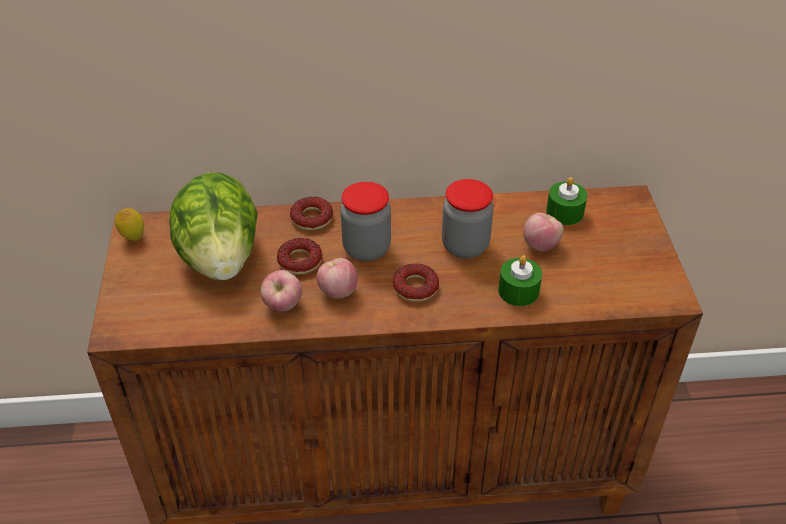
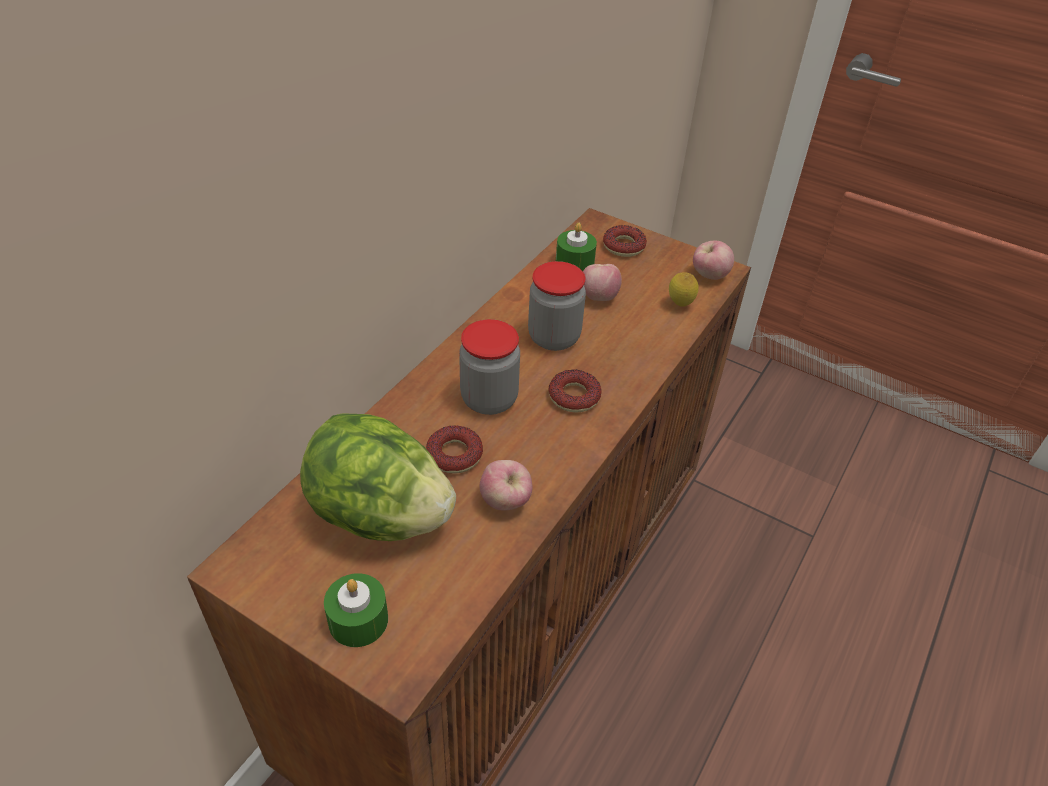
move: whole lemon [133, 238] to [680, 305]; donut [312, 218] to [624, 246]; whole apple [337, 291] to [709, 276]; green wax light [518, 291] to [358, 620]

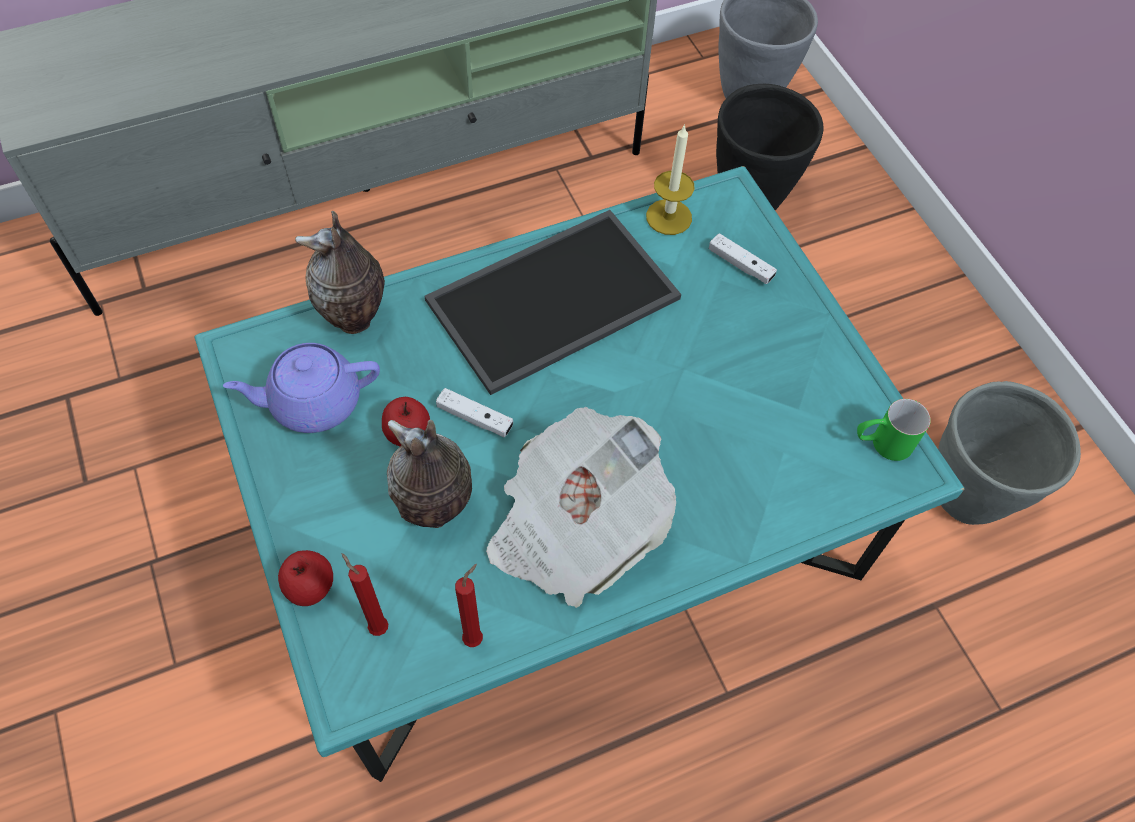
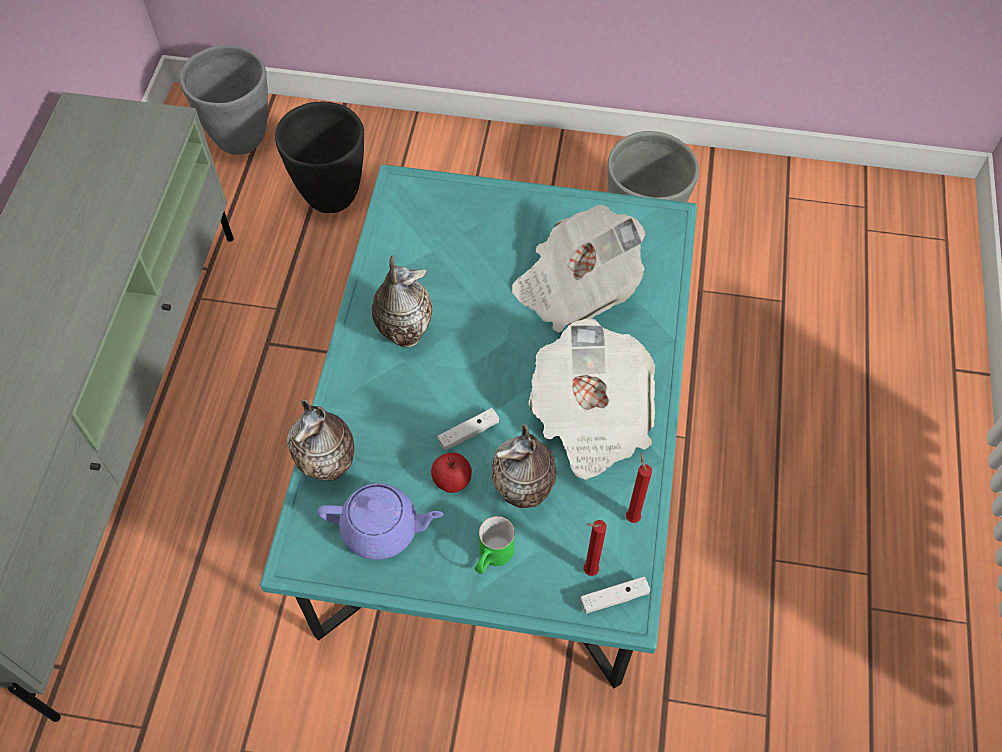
delete: whole apple [310, 587]; wax light [669, 217]
insert: newspaper [575, 288]
move: white gamepad [740, 265] to [614, 598]; green tea mug [881, 443] to [492, 557]
replace: tray [553, 296] to vase [404, 333]
rotate: purplish teapot [313, 402] = [382, 529] 105 degrees counterclockwise

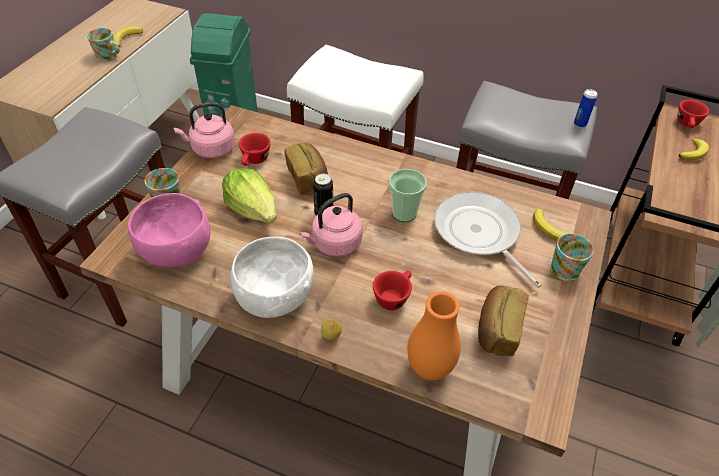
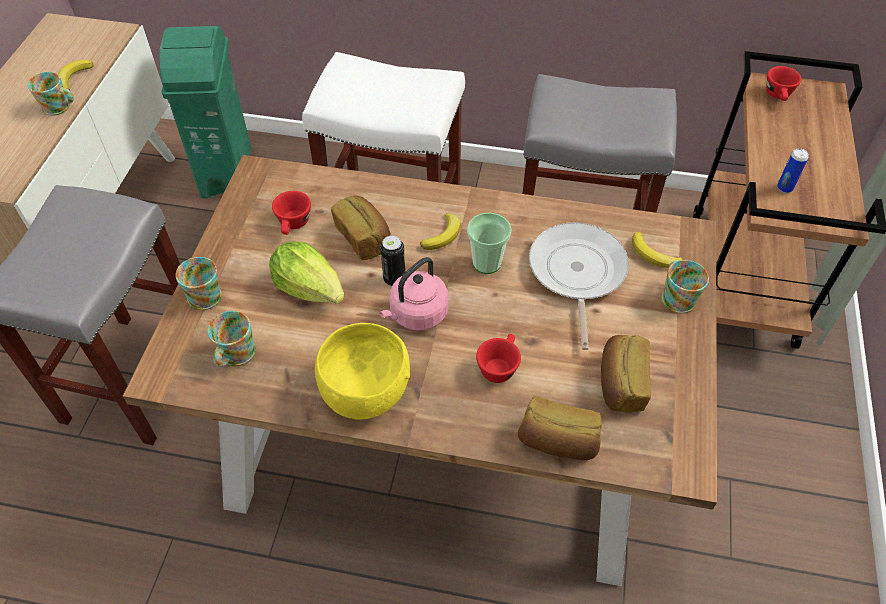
delete: pink tea kettle [211, 149]; whole lemon [331, 337]
move: sealed can [579, 124] to [784, 188]; whole banana [693, 153] to [443, 235]
replace: pink bowl [176, 251] to tea mug [234, 356]; orange-coloured vase [429, 369] to bakery bread [557, 442]
recolor: white bowl [274, 297] to yellow-coloured bowl [365, 391]
rotate: pan [479, 234] = [576, 273] 45 degrees clockwise

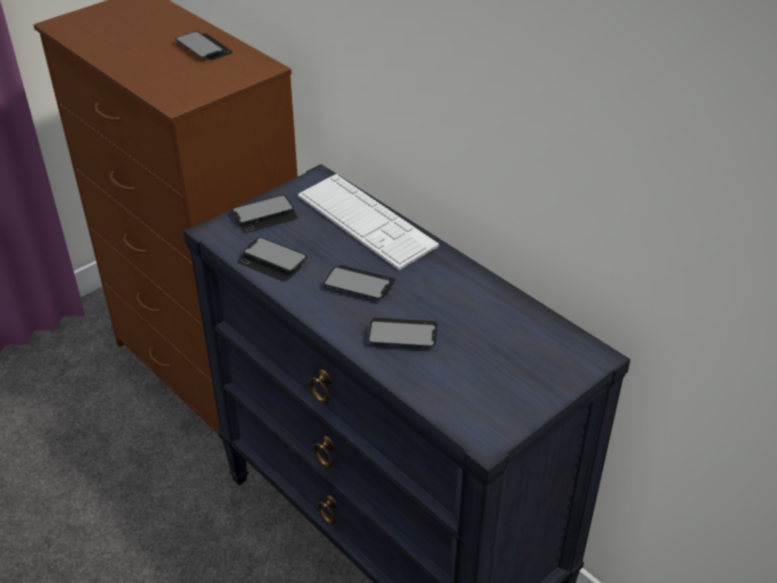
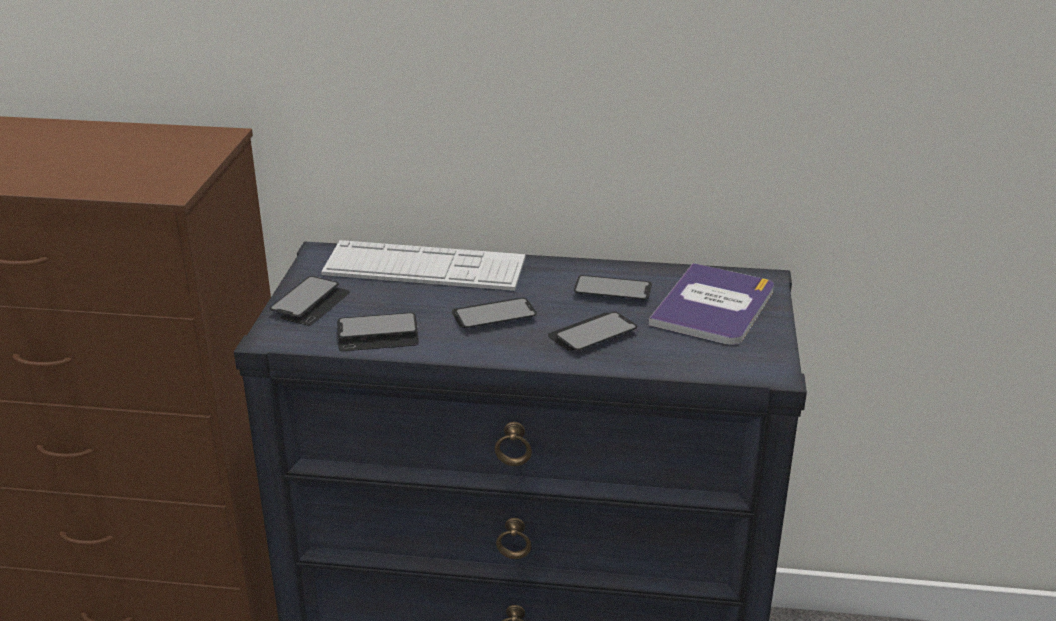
insert: book [713, 306]
move: handset [203, 47] to [613, 290]

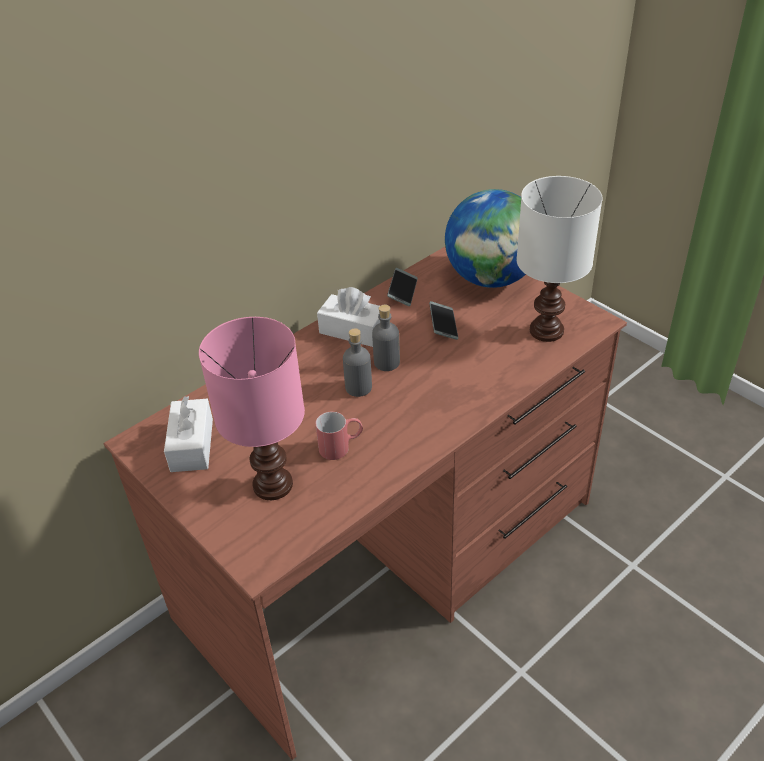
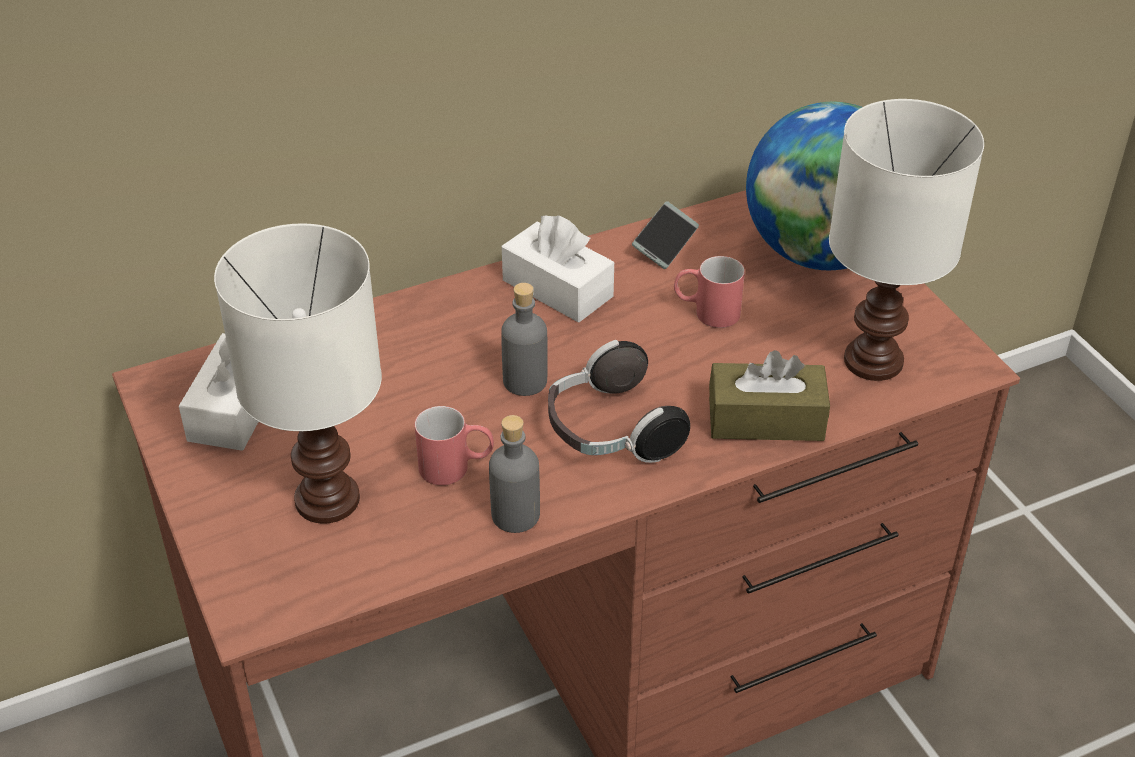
insert: headset [610, 431]; brown tissue holder [766, 419]
move: grey drink bottle [387, 362] to [515, 515]
replace: handset [443, 325] to red-coloured tea mug [706, 312]
recolor: pink lamp for a table [274, 485] to white lamp for a table [329, 501]

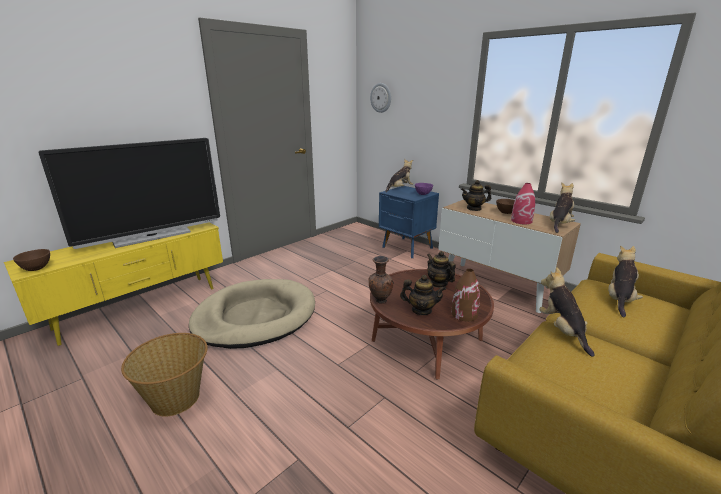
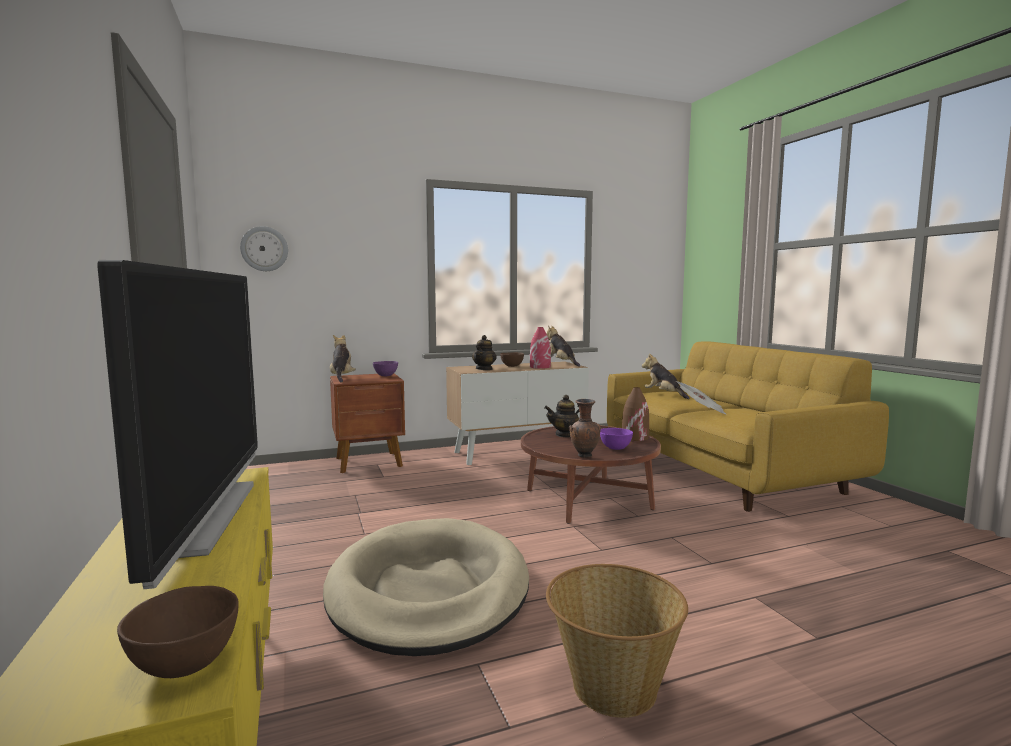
replace: teapot [421, 310] to purplish bowl [615, 448]; cuddly toy [562, 331] to newspaper [701, 411]
recolor: blue night table [407, 248] to brown night table [370, 462]

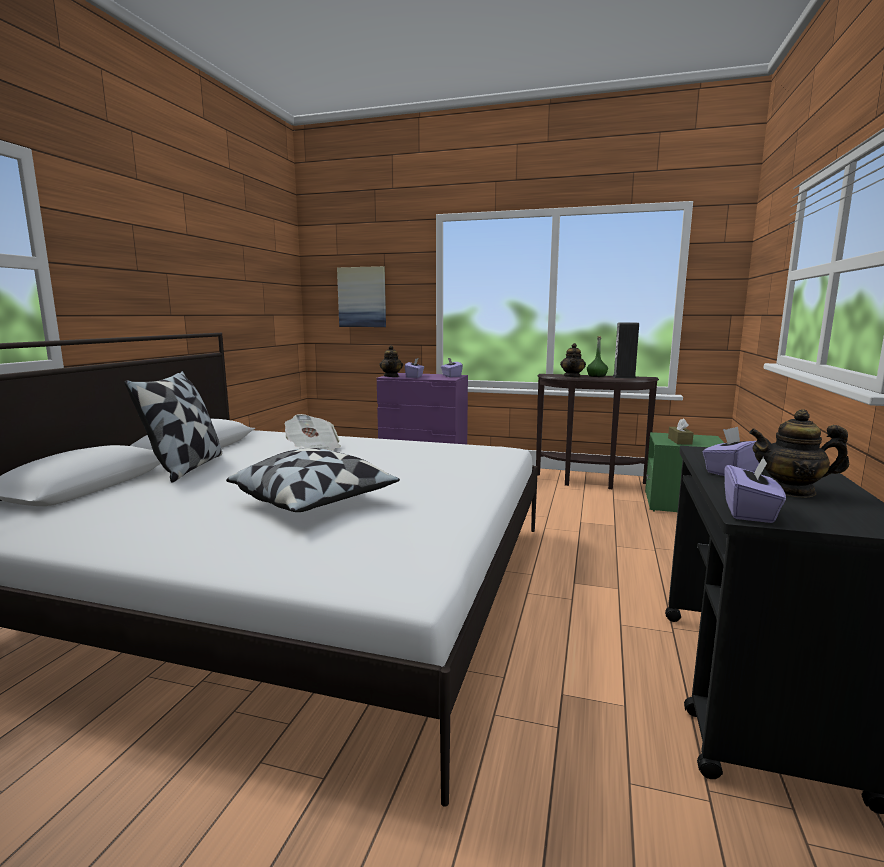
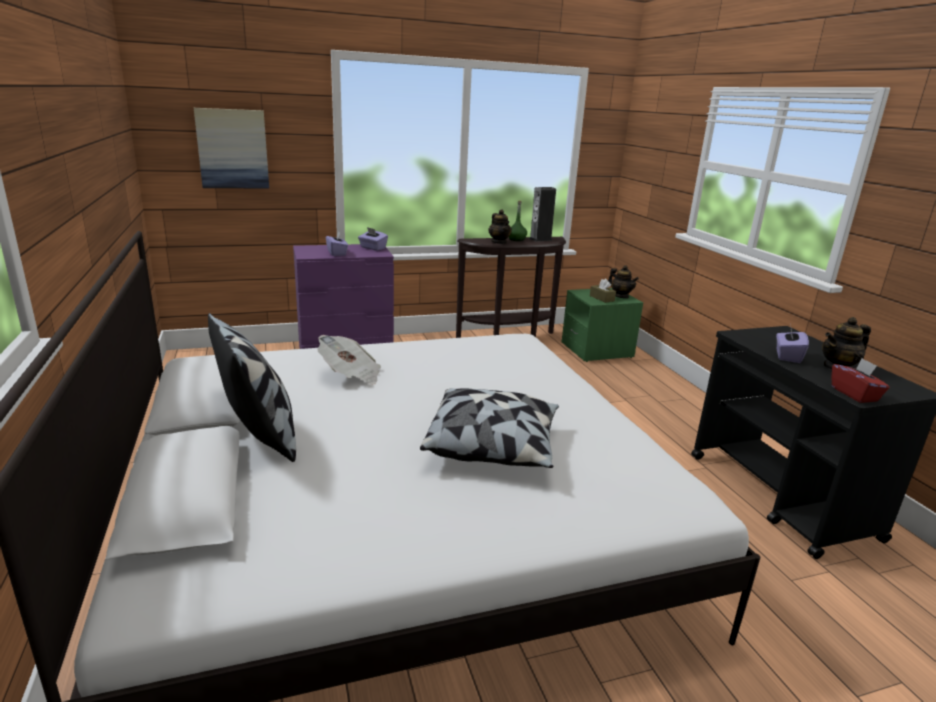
move: teapot [391, 376] to [620, 296]
recolor: purplish tissue holder [750, 512] to red-coloured tissue holder [854, 394]

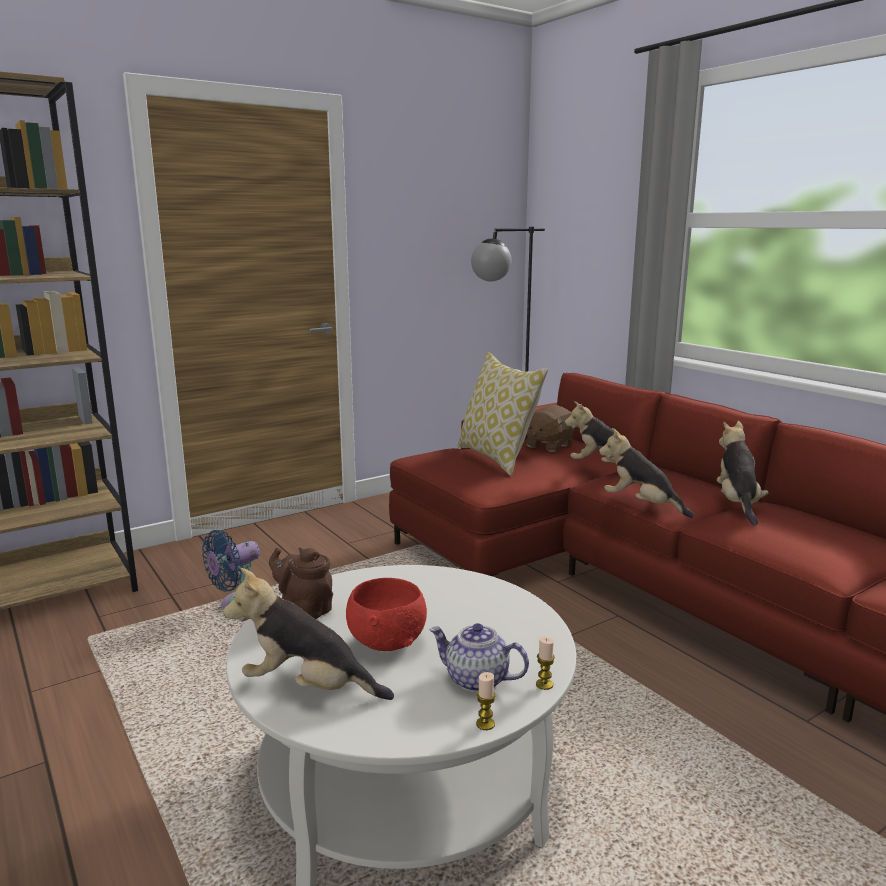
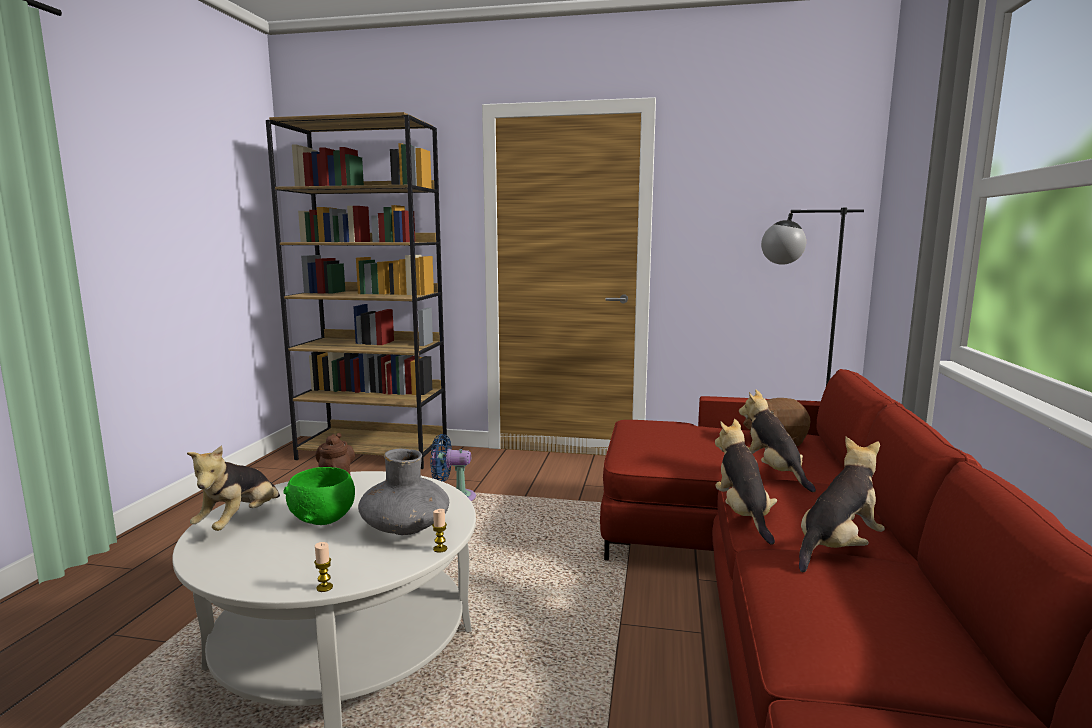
delete: teapot [476, 680]; throw pillow [497, 458]
insert: grey vase [405, 527]
move: wax light [485, 724] to [440, 549]
recolor: red-coloured bowl [388, 642] to green bowl [324, 519]
rotate: cuddly toy [308, 688] = [239, 522] 135 degrees counterclockwise

